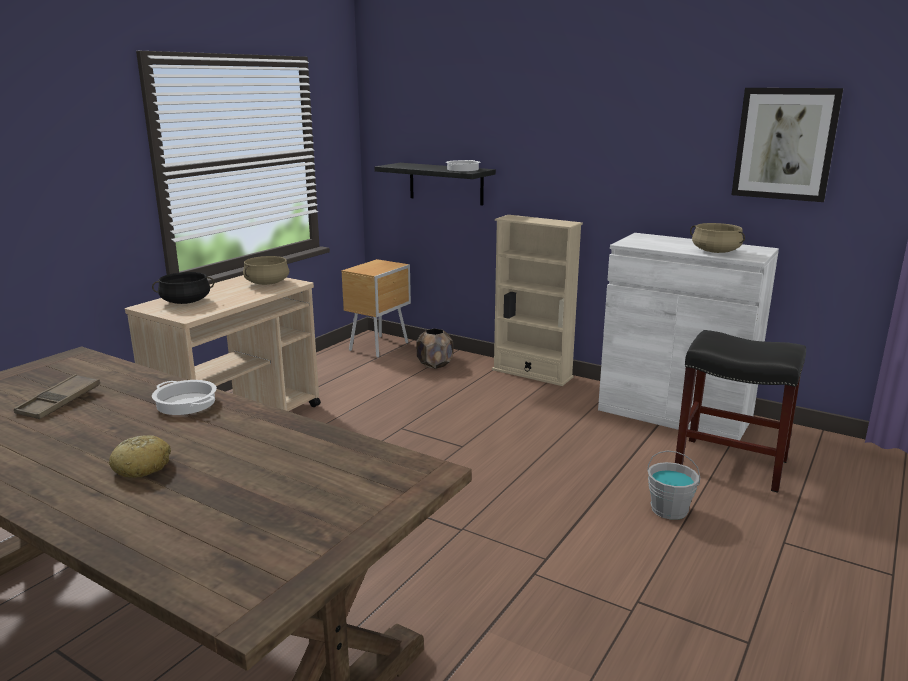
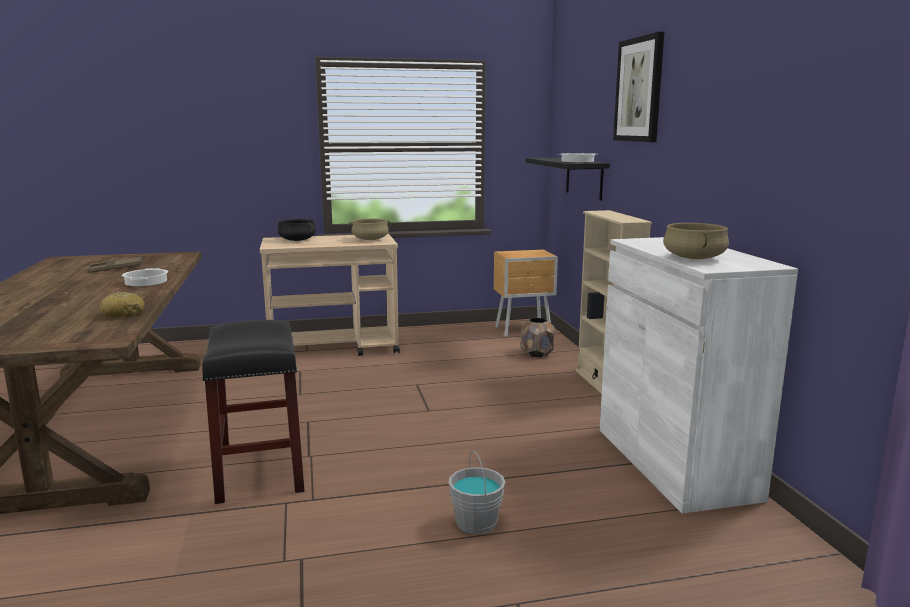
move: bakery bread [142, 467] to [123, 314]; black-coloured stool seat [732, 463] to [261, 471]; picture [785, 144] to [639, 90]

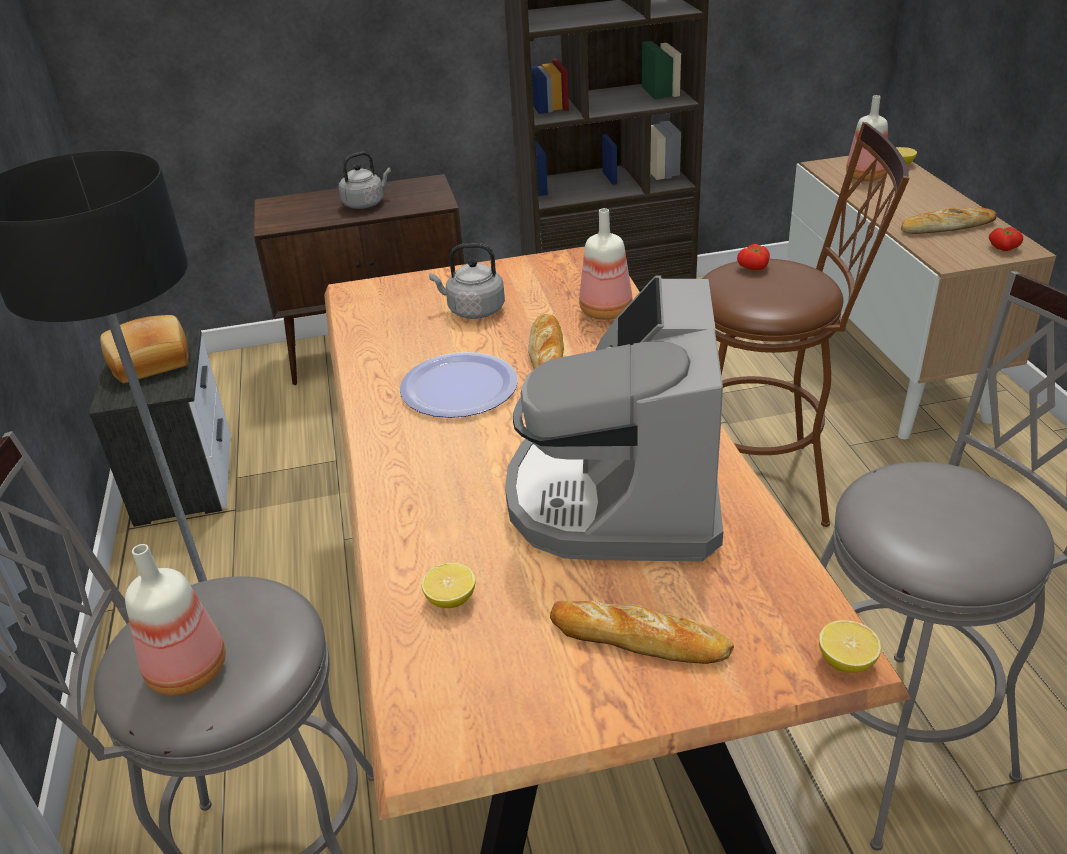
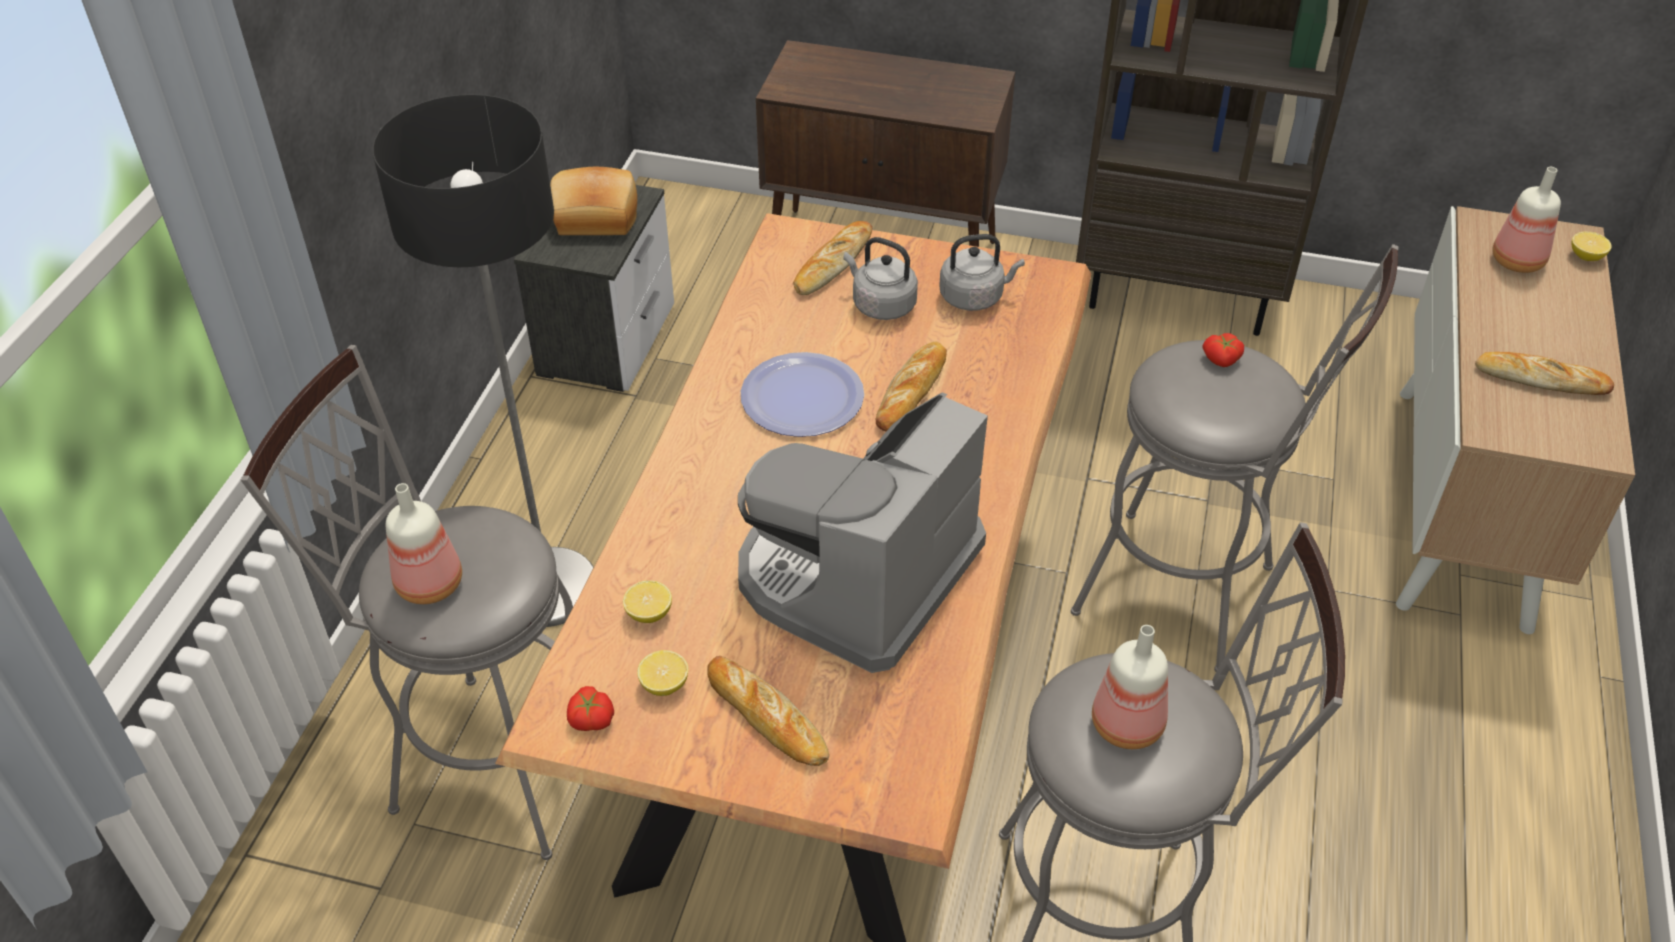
insert: bakery bread [832, 263]
move: grey tea kettle [365, 203] to [974, 297]; drink bottle [606, 310] to [1128, 723]; whole lemon [846, 661] to [664, 685]; tomato [1003, 248] to [590, 720]
recolor: brown stool seat [766, 485] to grey stool seat [1190, 597]

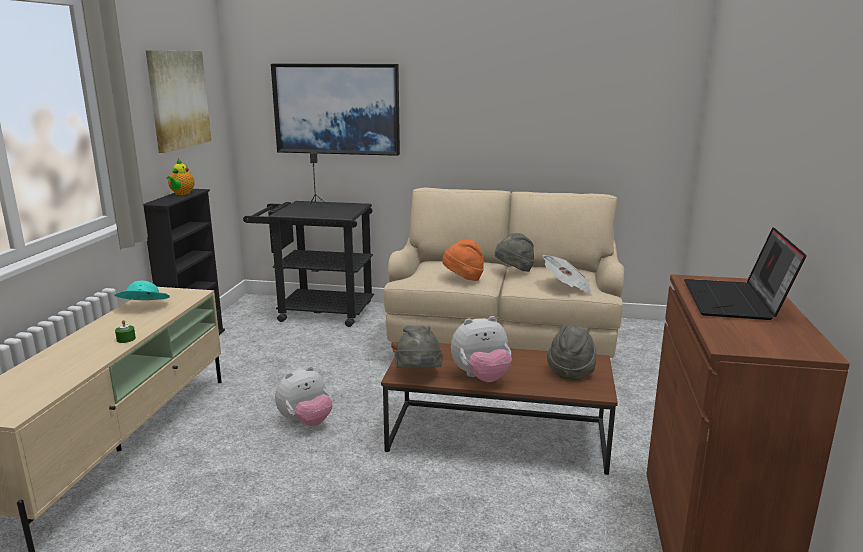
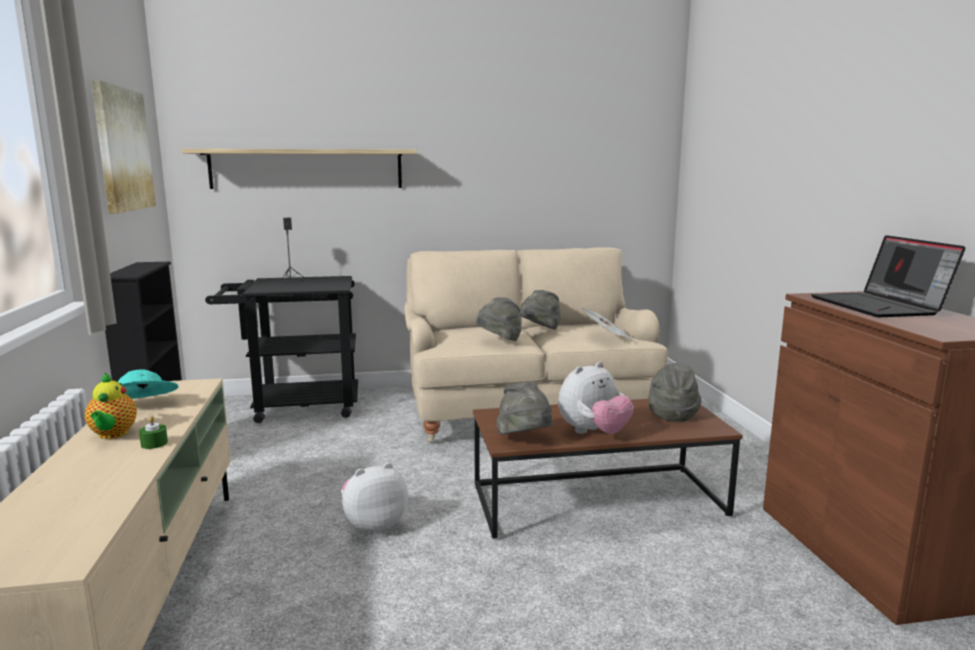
move: teapot [181, 194] to [112, 435]
replace: picture [337, 109] to bracket shelf [307, 169]
recolor: orange-coloured hat [463, 279] to grey hat [499, 341]
rotate: cuddly toy [306, 422] = [373, 525] 150 degrees counterclockwise

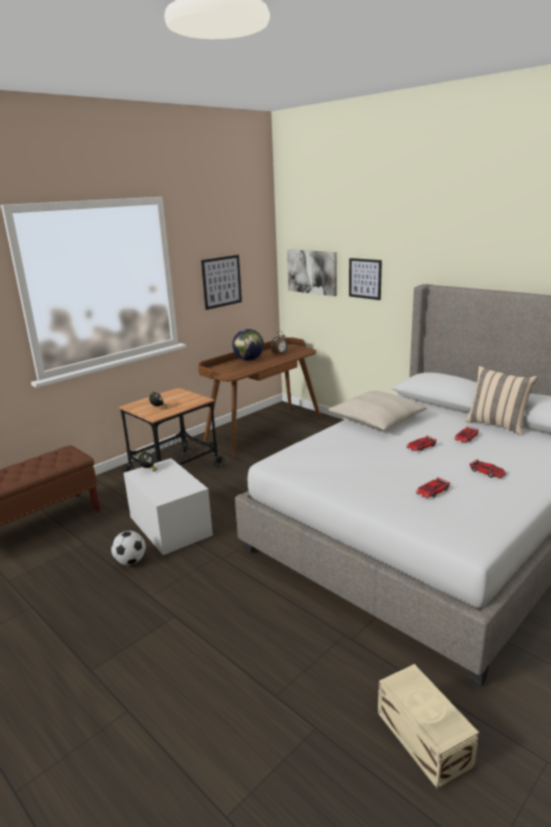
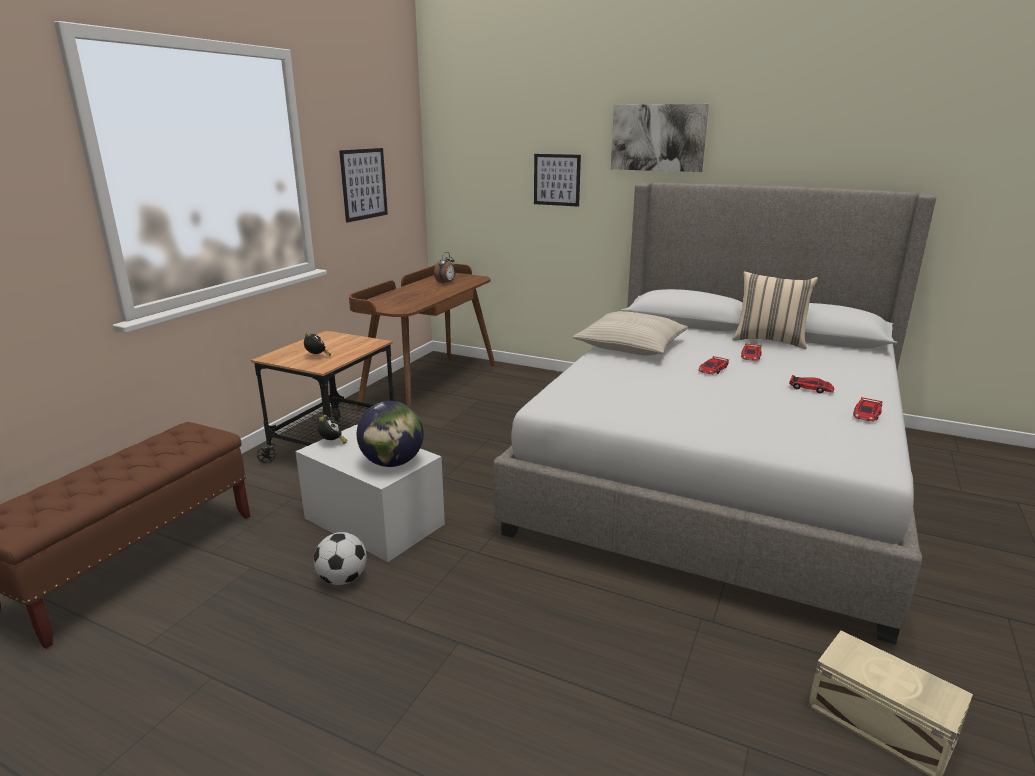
move: globe [249, 360] to [392, 463]; picture [312, 272] to [658, 137]; toy car [432, 491] to [867, 414]

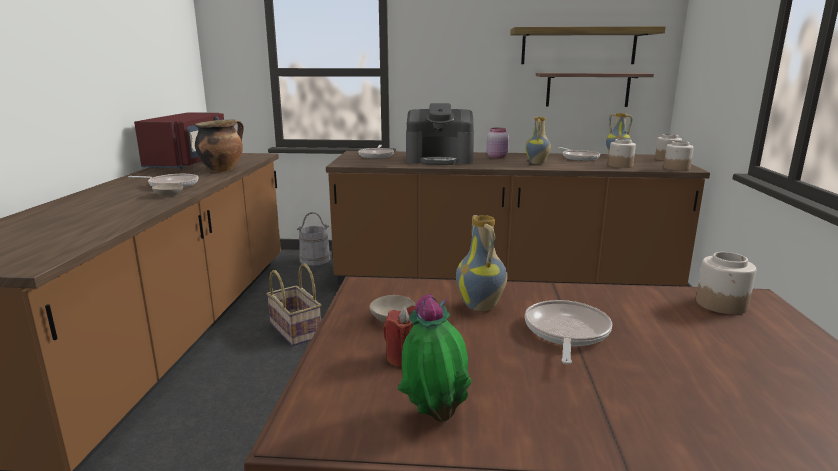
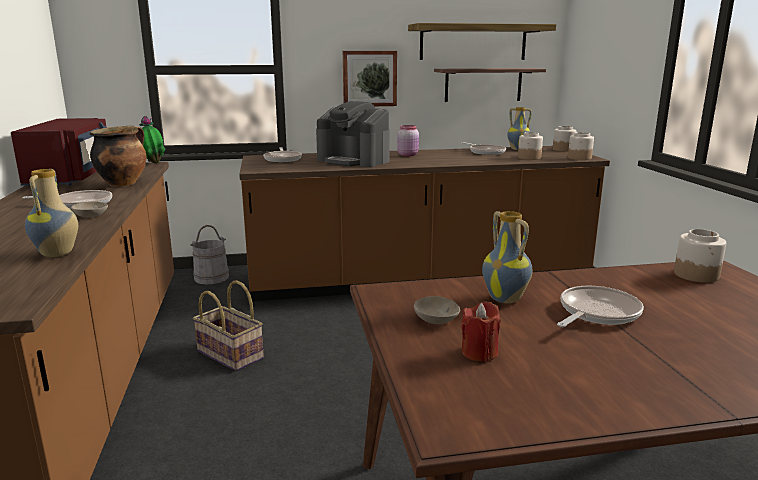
insert: picture [369, 78]
move: potted plant [435, 415] to [153, 163]; vase [537, 163] to [58, 254]
rotate: coffee brewer [440, 160] = [354, 160] 45 degrees clockwise; pan [566, 332] = [596, 313] 45 degrees clockwise

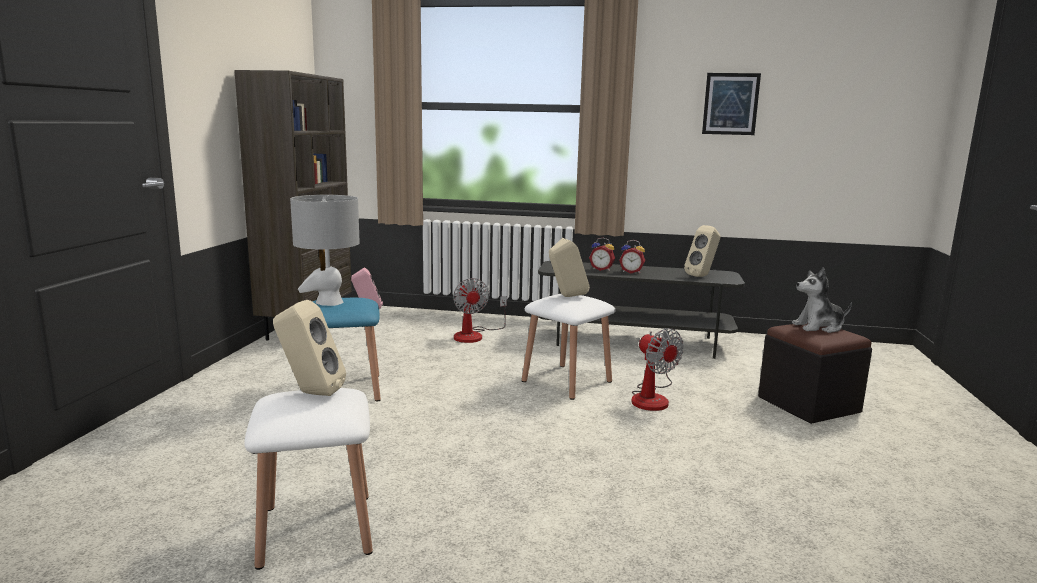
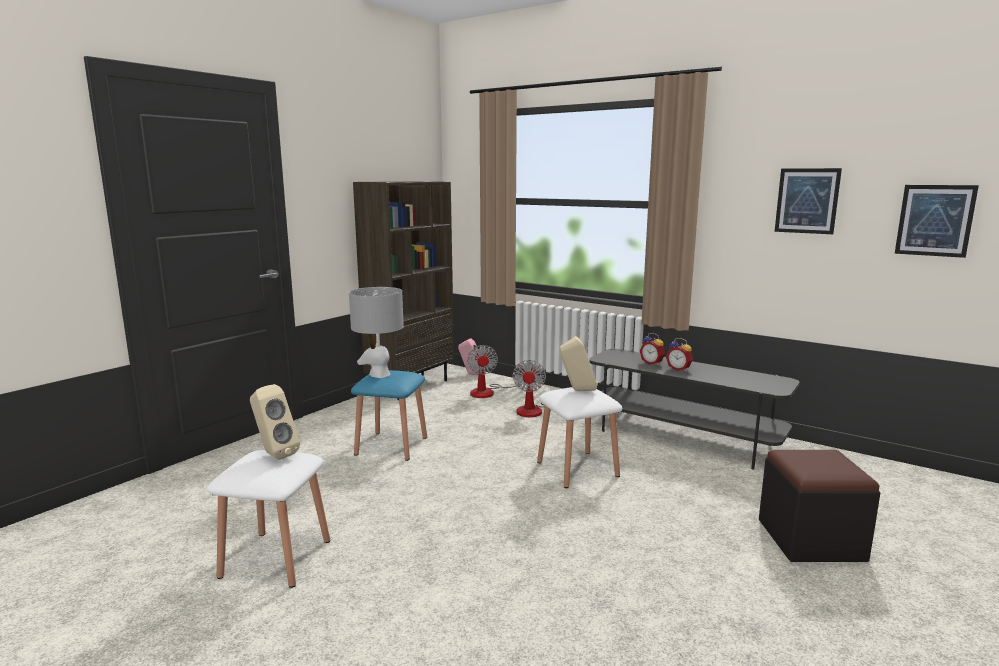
delete: beige speaker [702, 276]; cuddly toy [819, 327]
insert: picture [935, 220]
move: cooling fan [652, 397] to [488, 391]

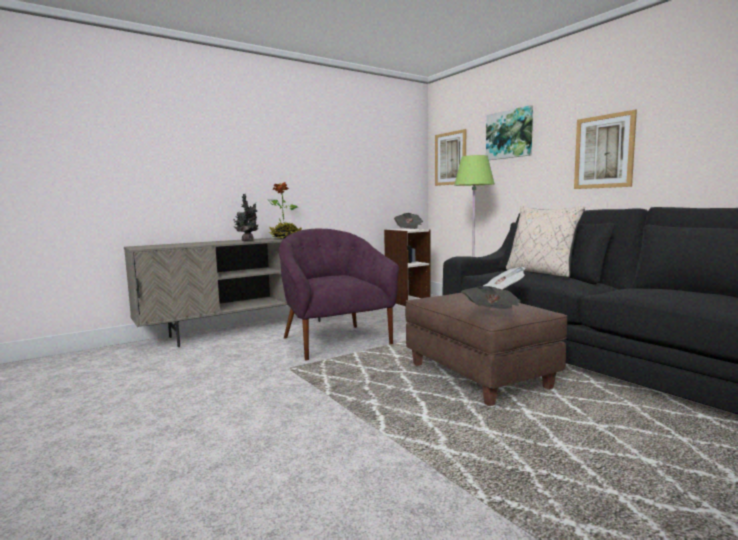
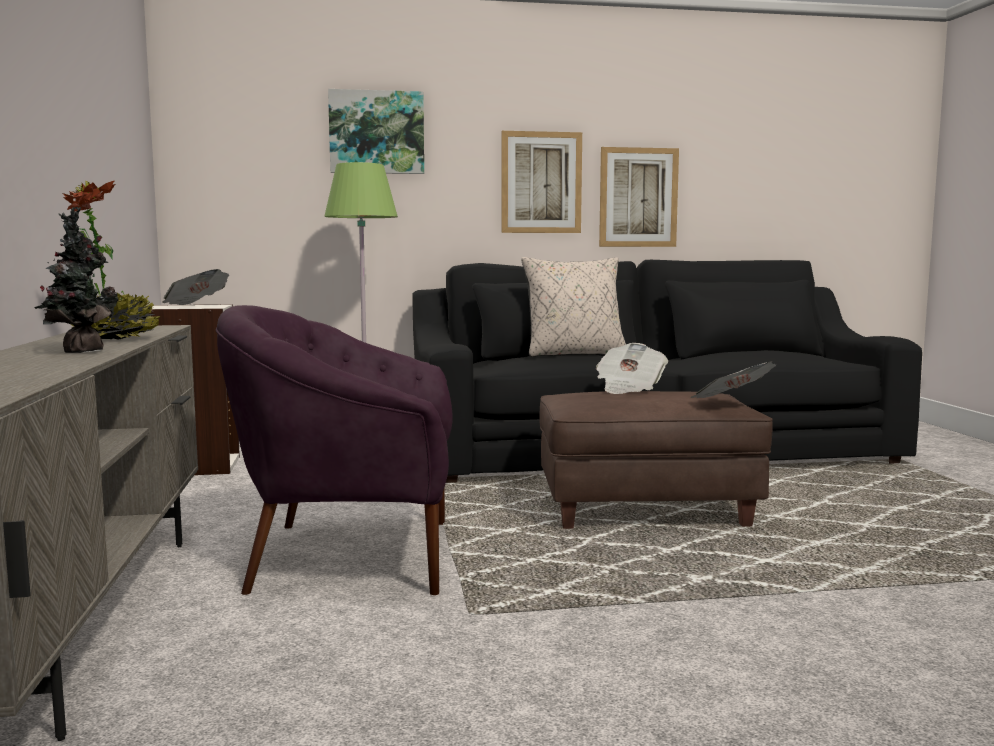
move: picture [450, 158] to [638, 197]

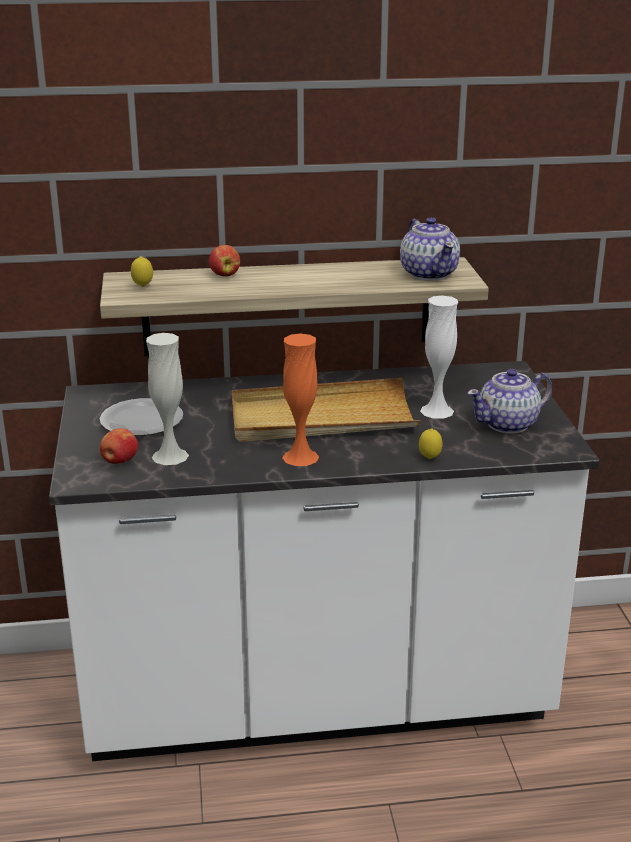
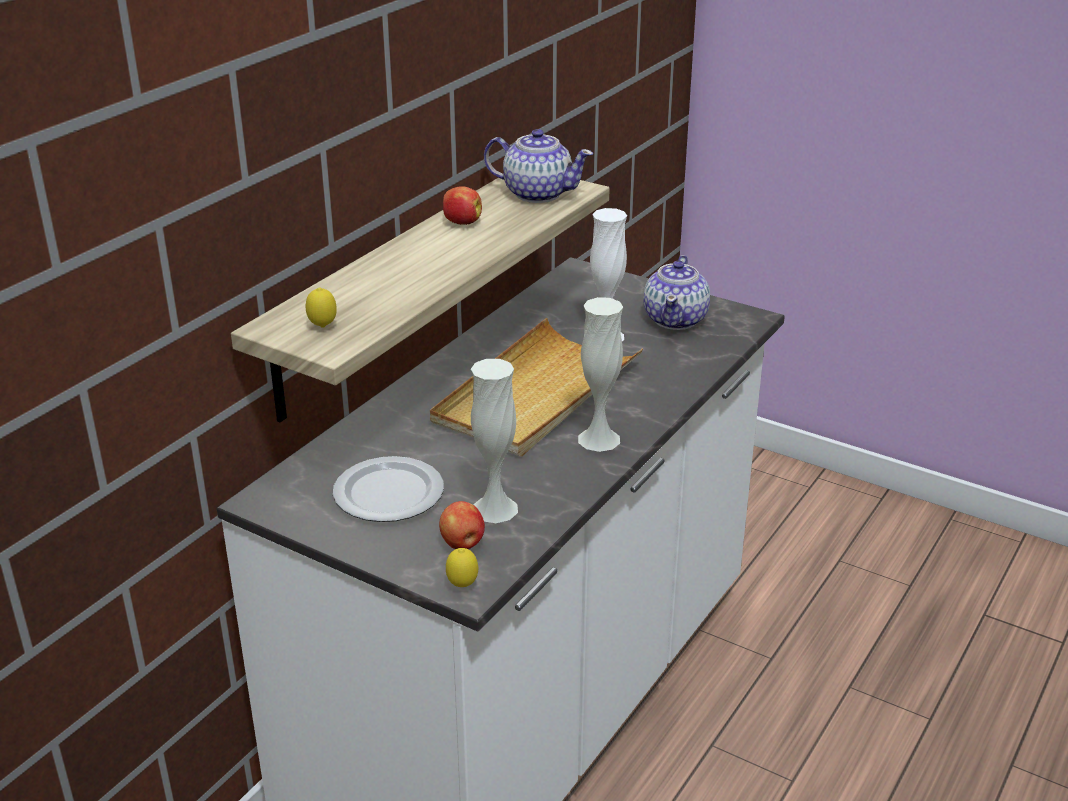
move: whole apple [224, 275] to [461, 223]; whole lemon [429, 459] to [462, 586]
recolor: orange-coloured vase [300, 457] to white vase [599, 439]

